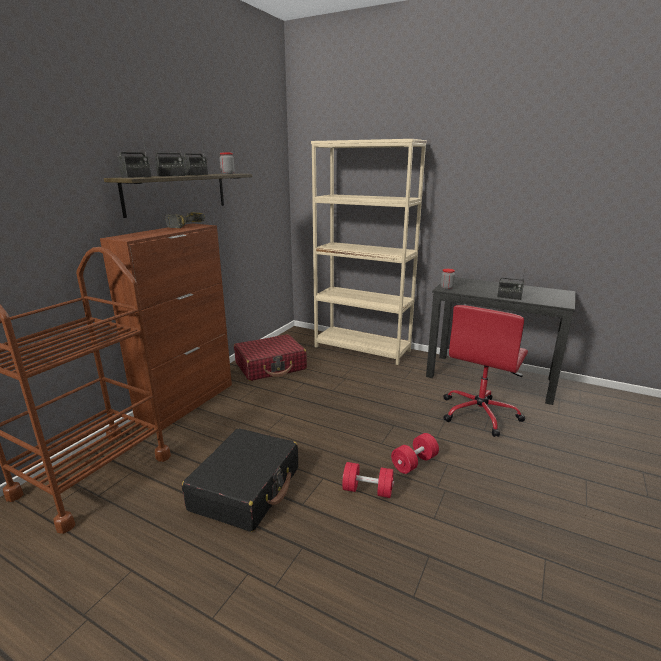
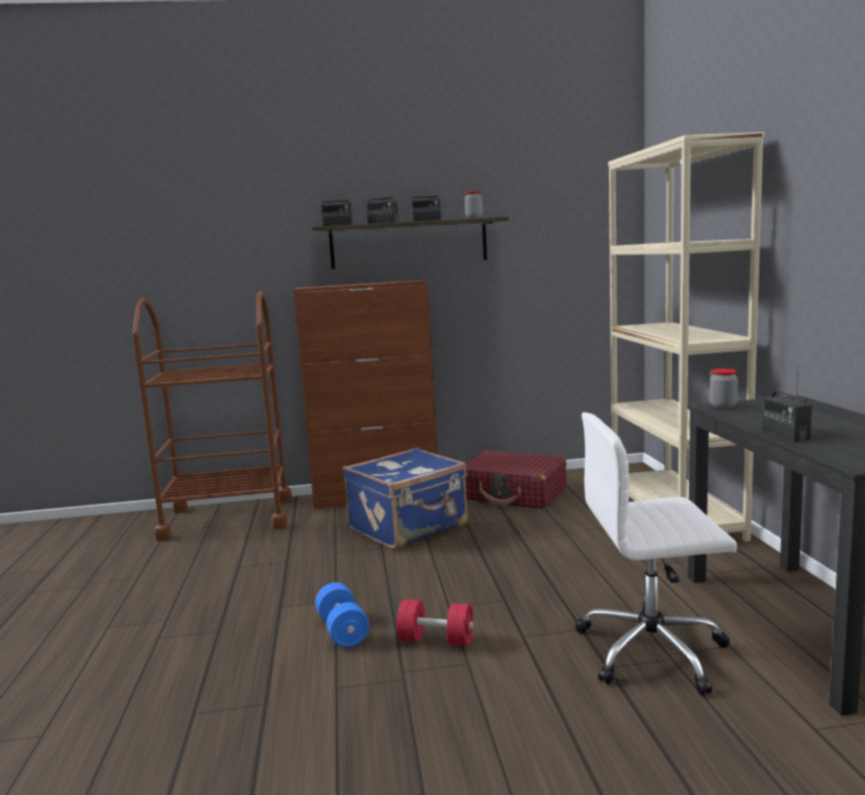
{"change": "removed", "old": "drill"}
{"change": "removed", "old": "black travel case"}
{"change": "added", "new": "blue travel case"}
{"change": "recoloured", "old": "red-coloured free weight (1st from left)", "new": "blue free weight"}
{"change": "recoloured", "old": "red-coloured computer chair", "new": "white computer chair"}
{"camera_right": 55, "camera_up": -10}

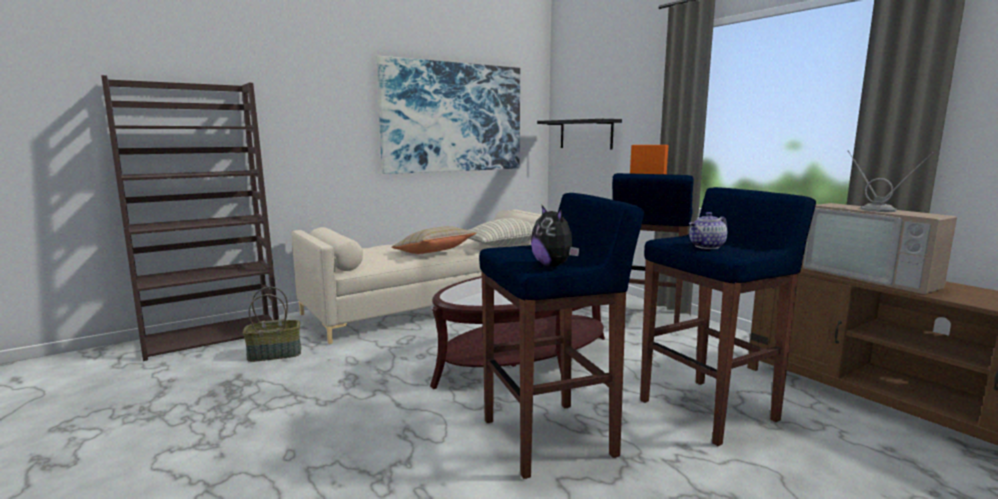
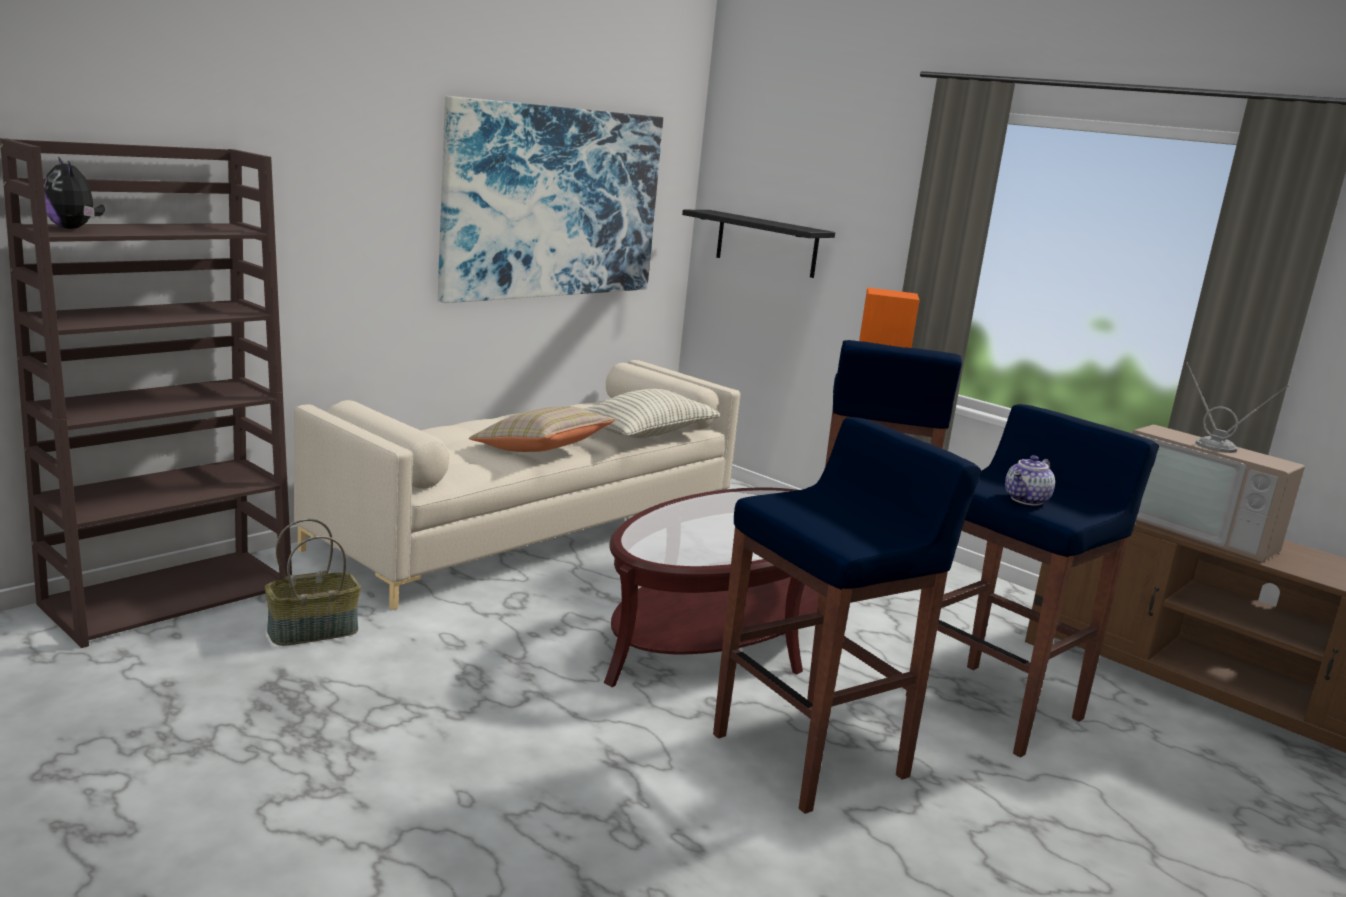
{"change": "moved", "old": "plush toy"}
{"camera_right": -15, "camera_up": 5}

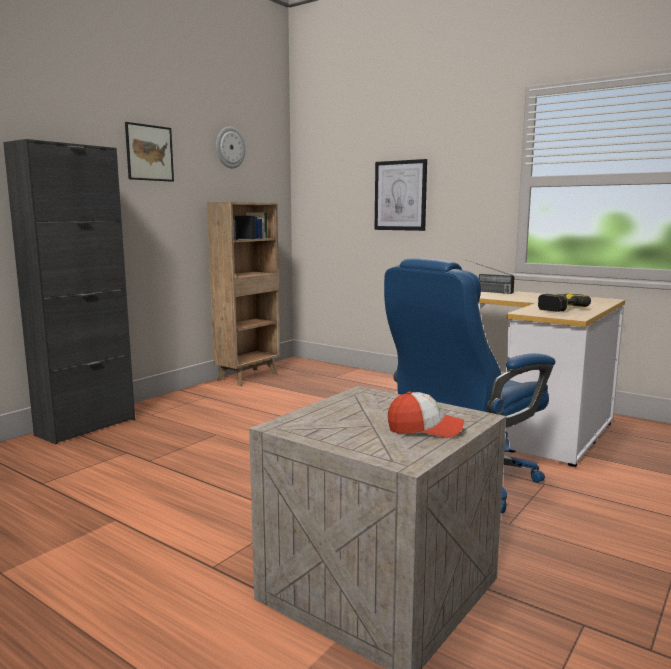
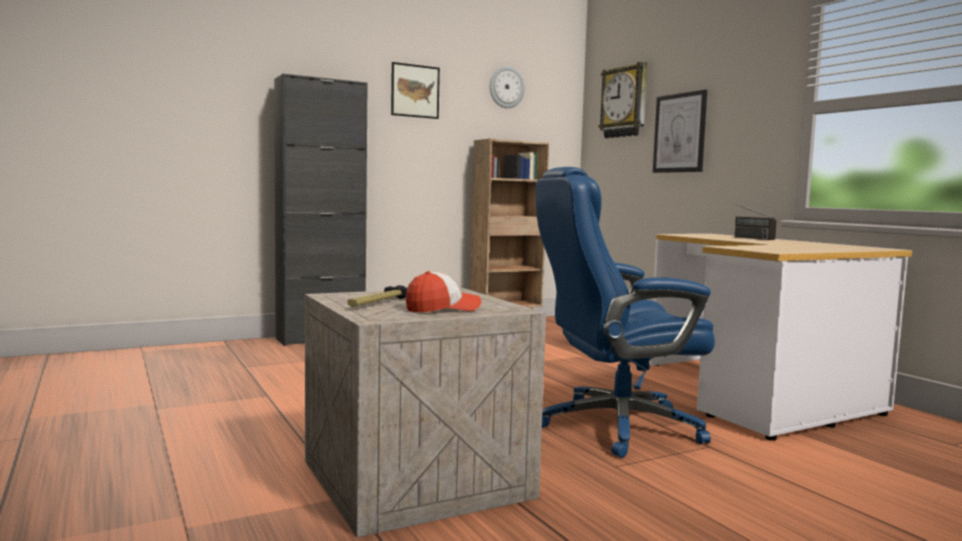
{"change": "removed", "old": "drill"}
{"change": "added", "new": "hand hammer"}
{"change": "added", "new": "wall clock (2nd from left)"}
{"change": "turned", "old": "cap", "degrees": -60}
{"camera_right": 25, "camera_up": -5}

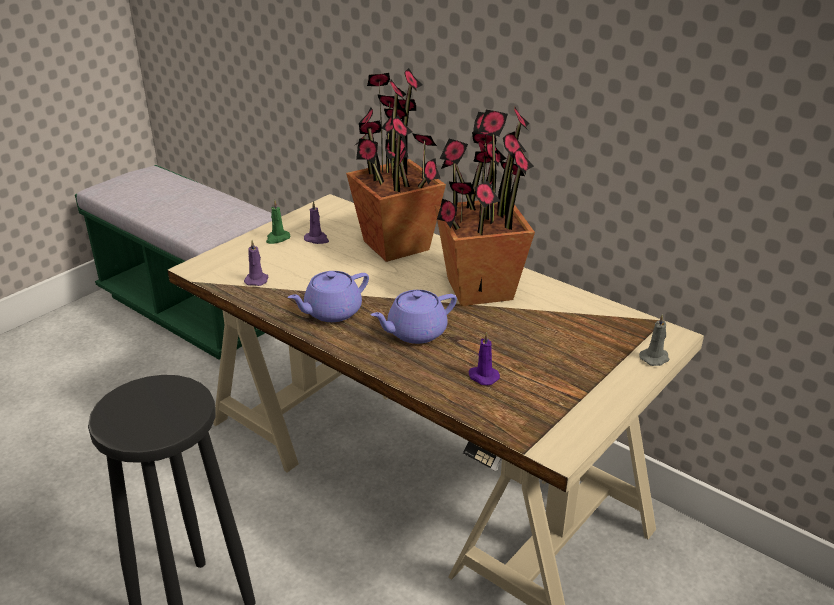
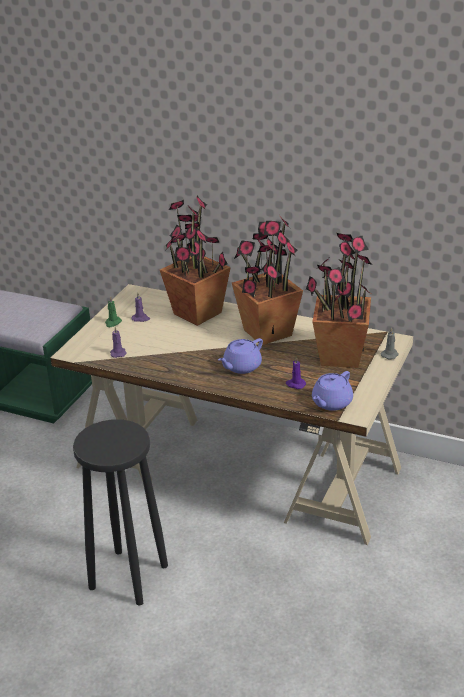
{"change": "added", "new": "houseplant (3rd from left)"}
{"change": "moved", "old": "purple tea pot (1st from left in the first image)", "new": "purple tea pot (2nd from left)"}
{"camera_right": -15, "camera_up": 0}

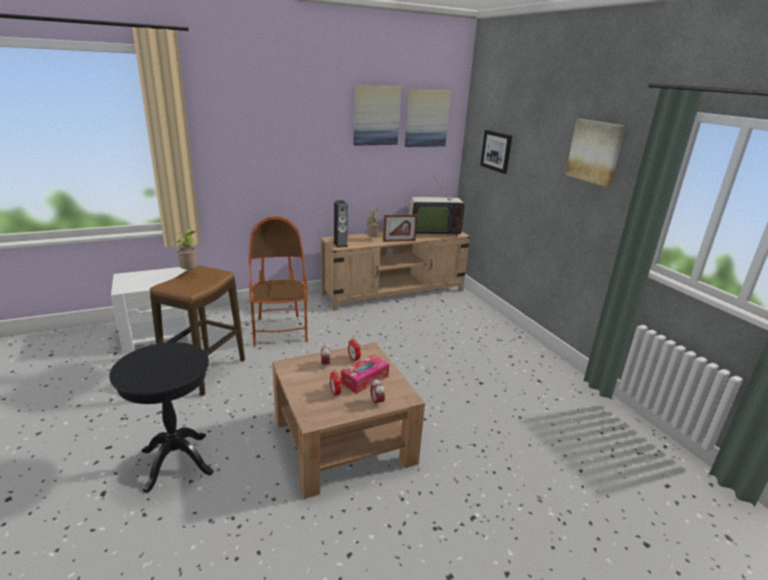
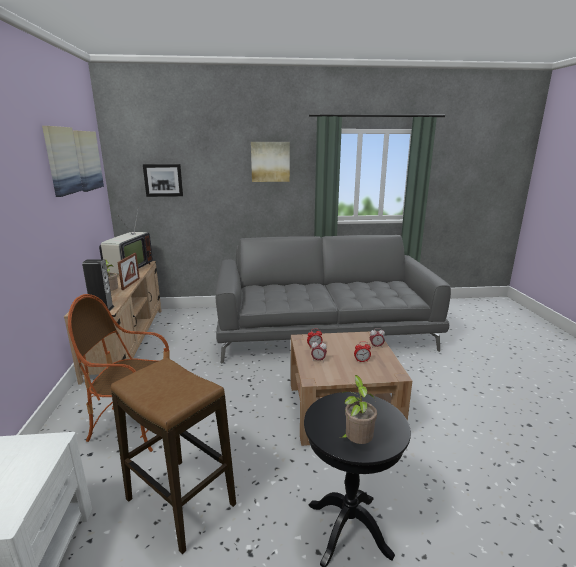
{"change": "removed", "old": "tissue holder"}
{"change": "added", "new": "gray couch"}
{"change": "moved", "old": "houseplant (1st from left in the first image)", "new": "houseplant (2nd from left)"}
{"camera_right": -70, "camera_up": -5}

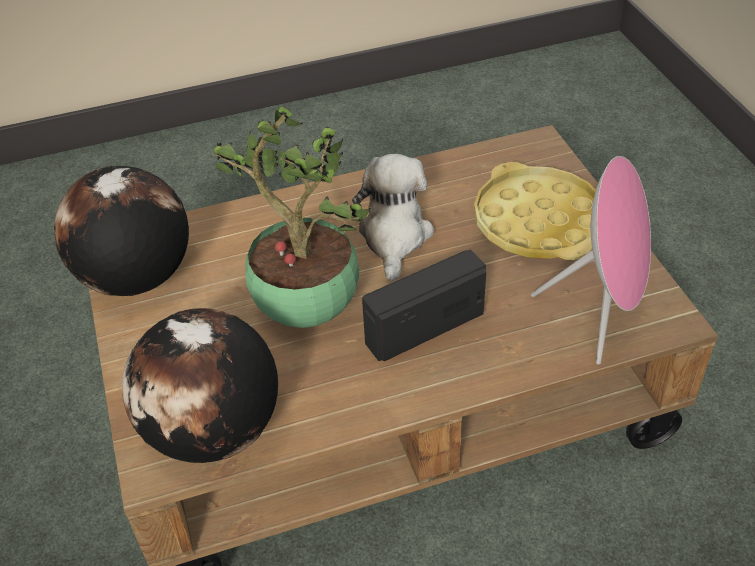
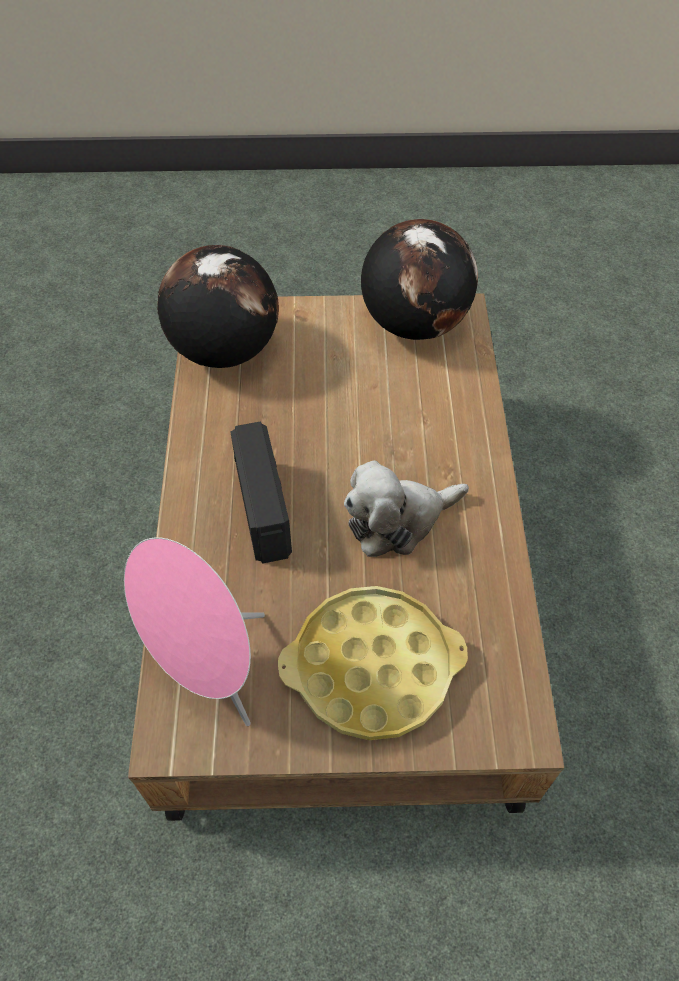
{"change": "removed", "old": "houseplant"}
{"change": "turned", "old": "plush toy", "degrees": 135}
{"camera_right": 105, "camera_up": 10}

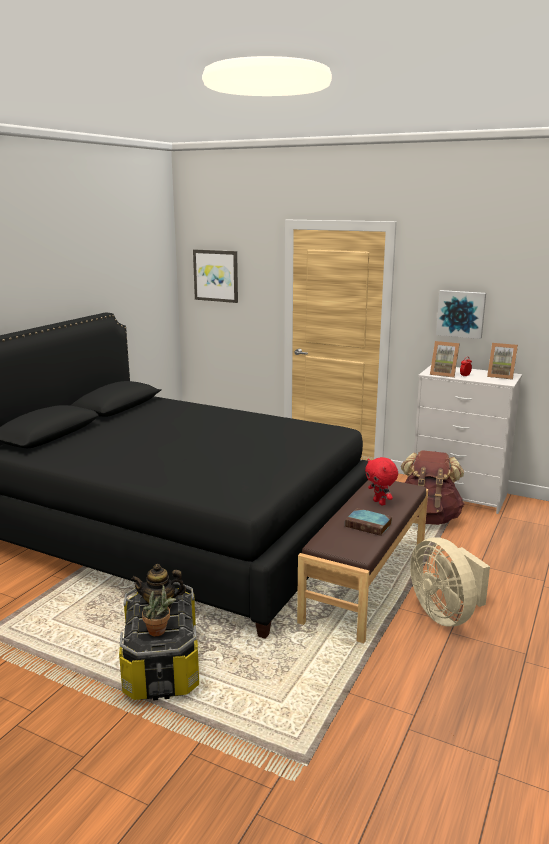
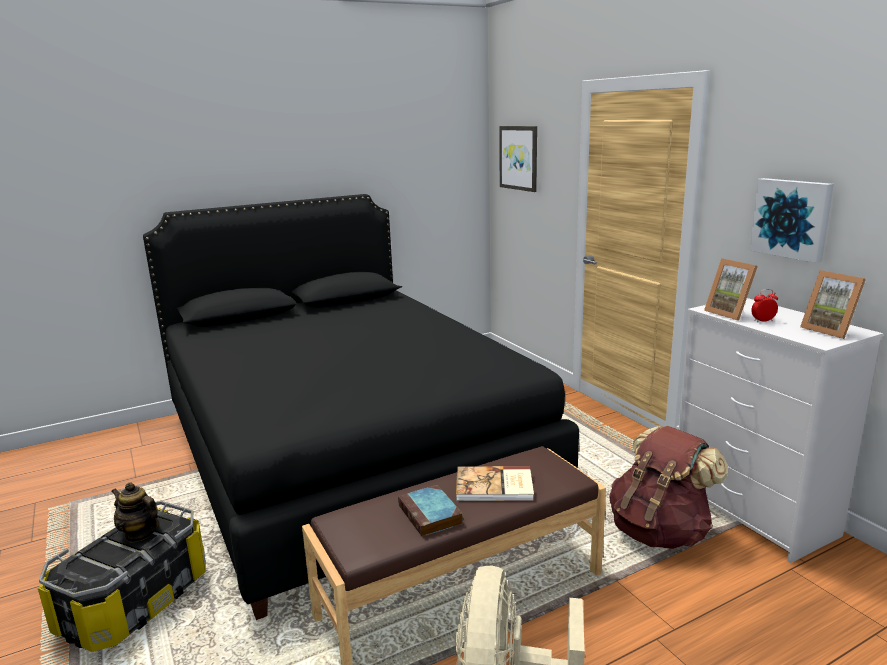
{"change": "removed", "old": "houseplant"}
{"change": "replaced", "old": "red-coloured plush toy", "new": "volume (2nd from left)"}
{"camera_right": 35, "camera_up": 0}

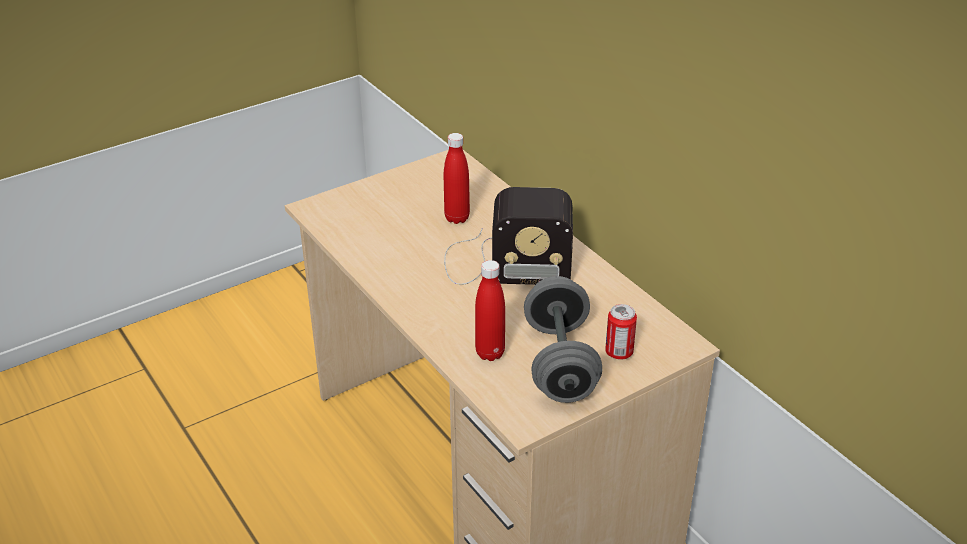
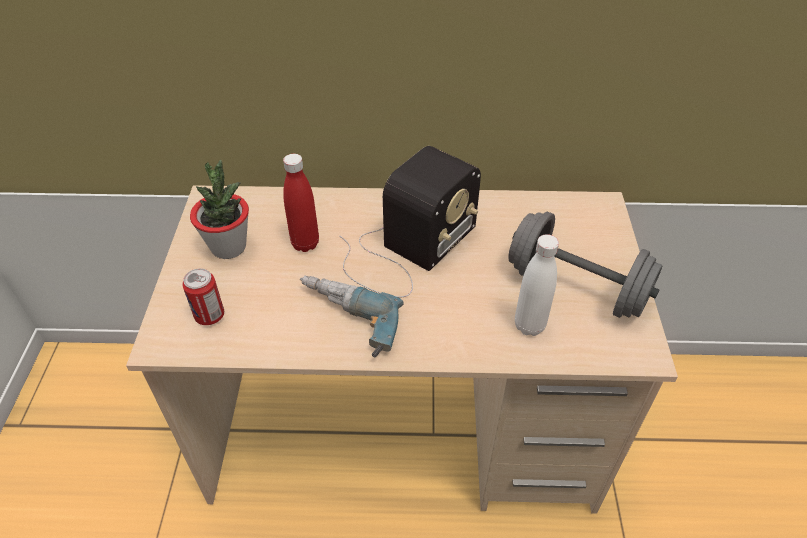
{"change": "added", "new": "houseplant"}
{"change": "added", "new": "drill"}
{"change": "moved", "old": "metal can"}
{"change": "recoloured", "old": "red-coloured drink bottle (2nd from left)", "new": "white drink bottle"}
{"camera_right": -55, "camera_up": 10}

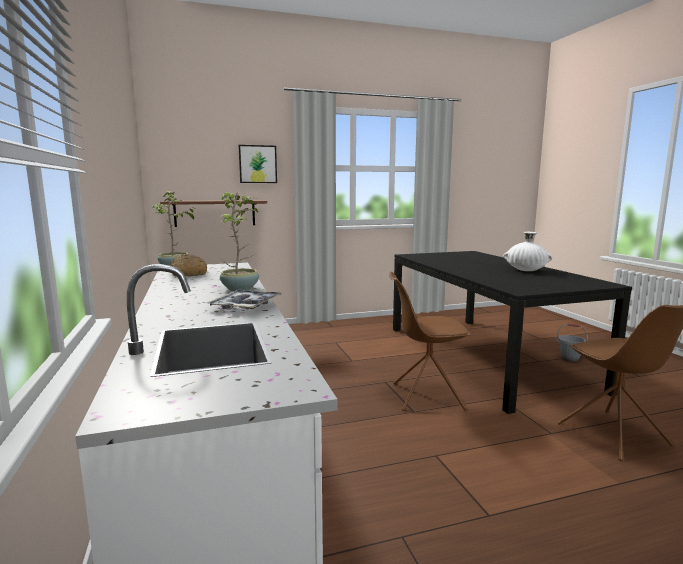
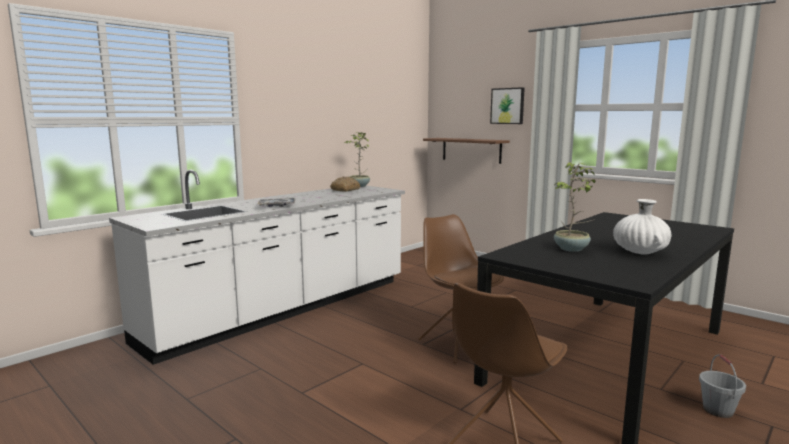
{"change": "moved", "old": "houseplant (2nd from left)"}
{"camera_right": 60, "camera_up": 0}

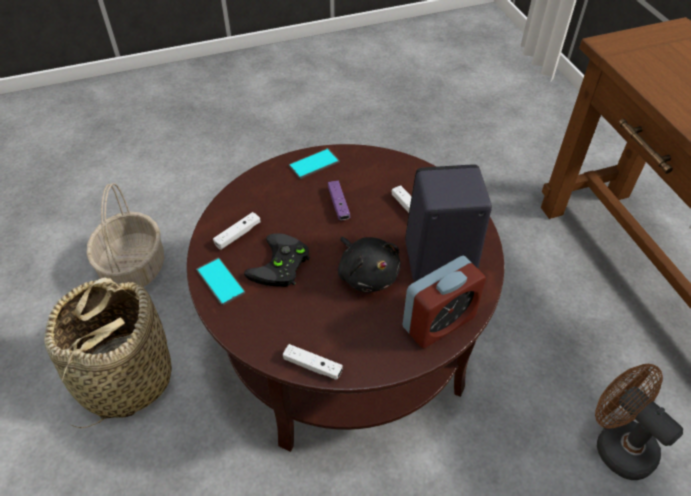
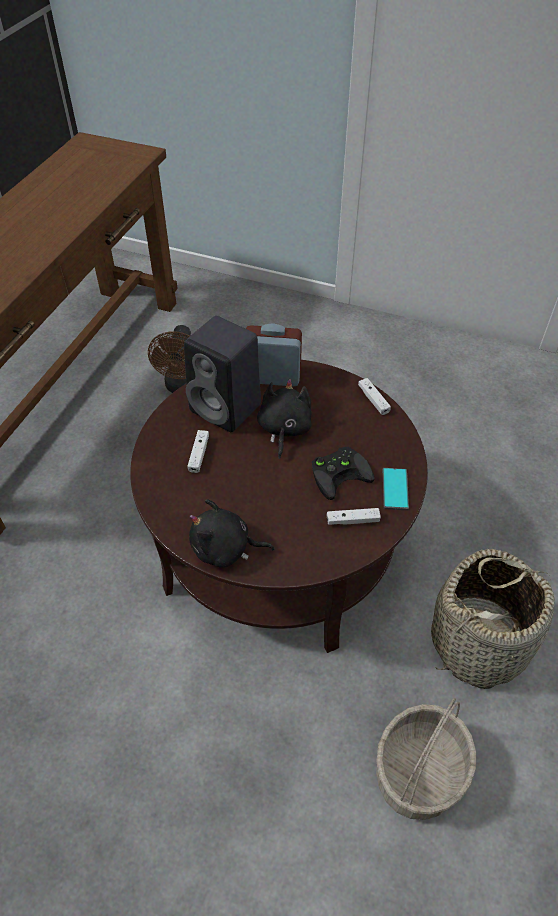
{"change": "removed", "old": "purple game controller"}
{"change": "replaced", "old": "phone (2nd from left)", "new": "black plush toy (1st from left)"}
{"camera_right": -140, "camera_up": 0}

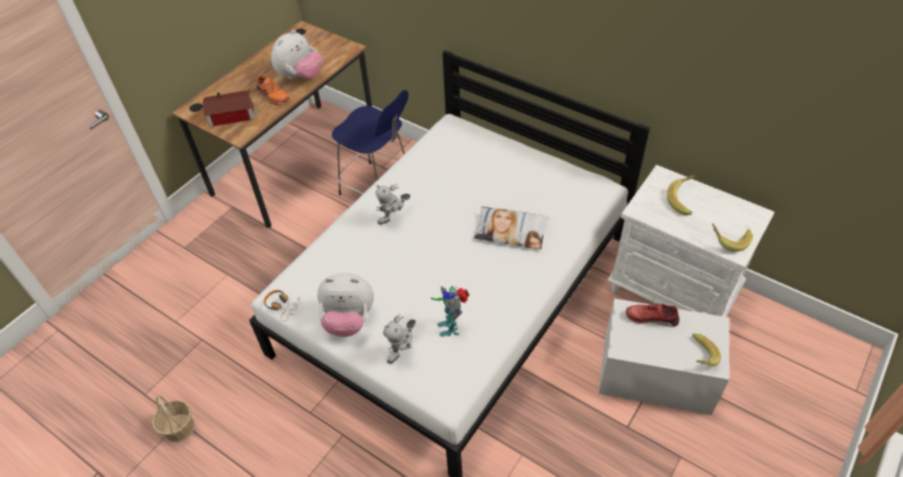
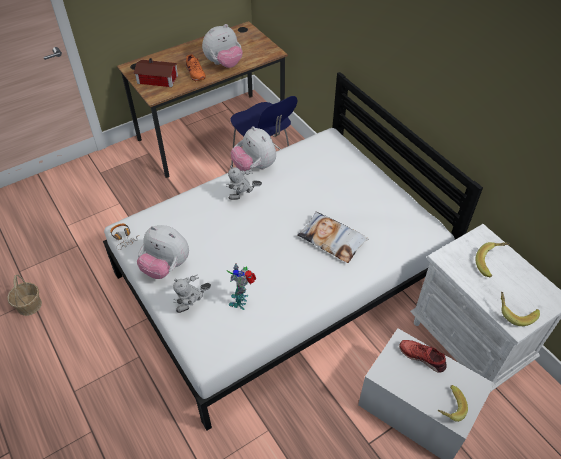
{"change": "added", "new": "plush toy (3rd from left)"}
{"camera_right": 20, "camera_up": 0}

